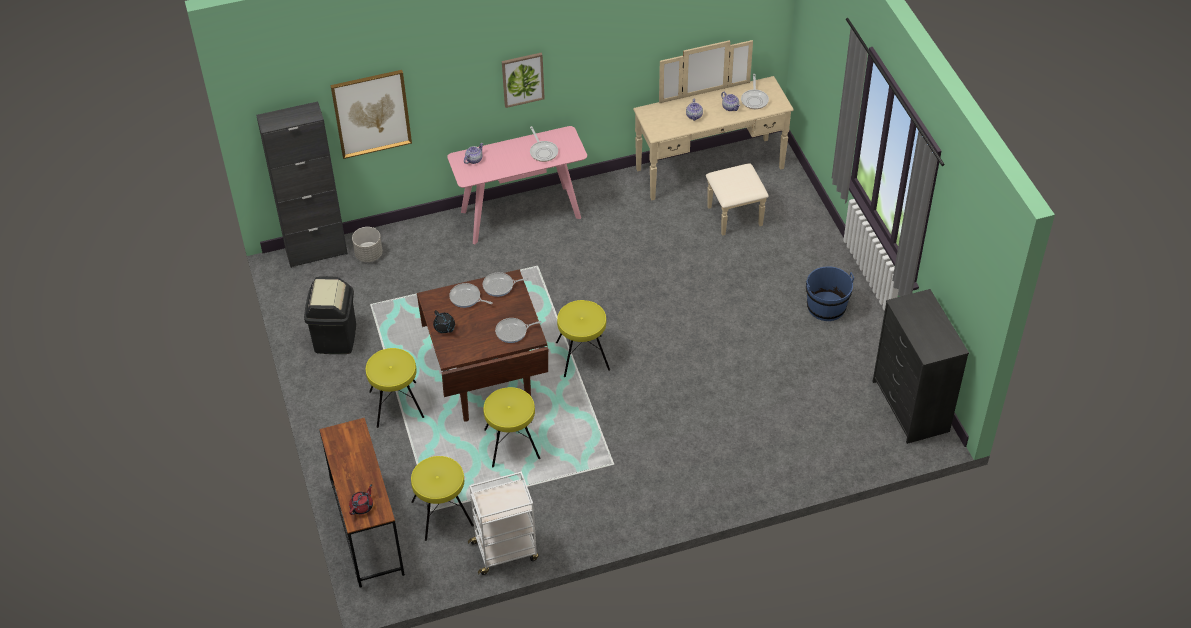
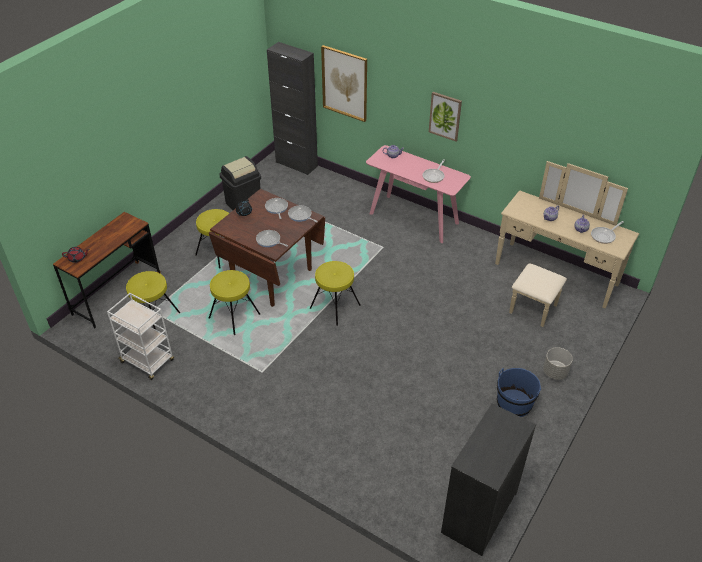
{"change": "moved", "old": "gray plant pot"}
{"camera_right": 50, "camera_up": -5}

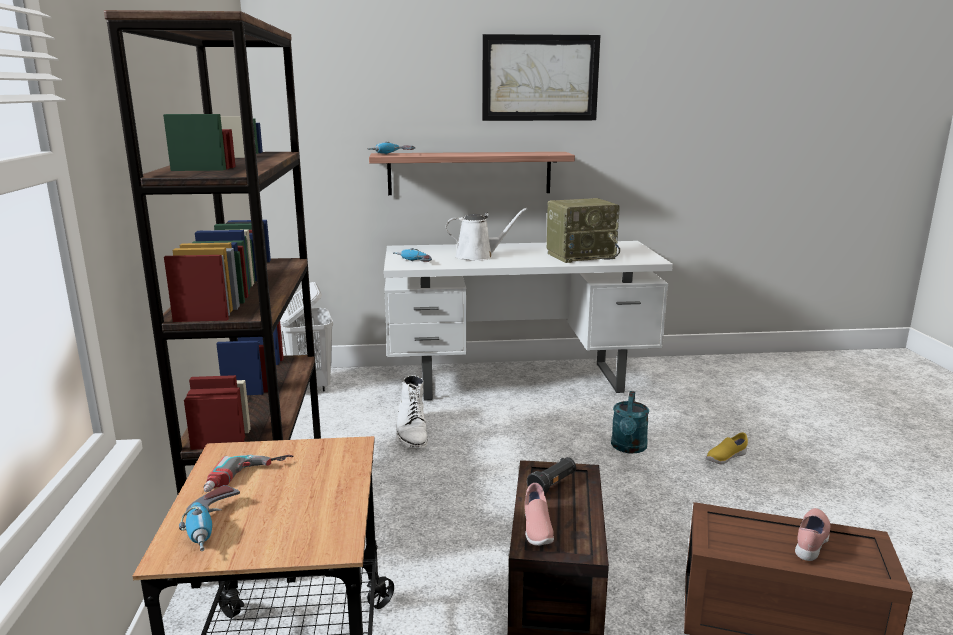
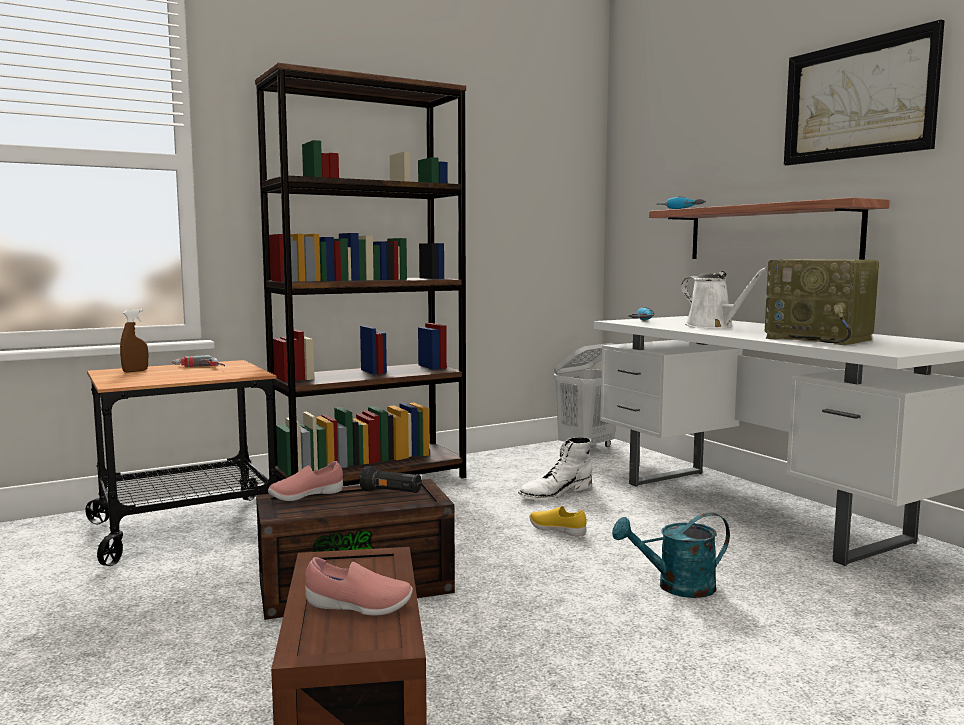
{"change": "moved", "old": "yellow item of footwear"}
{"change": "replaced", "old": "drill (1st from left)", "new": "brown-coloured spray bottle"}
{"camera_right": 65, "camera_up": -10}

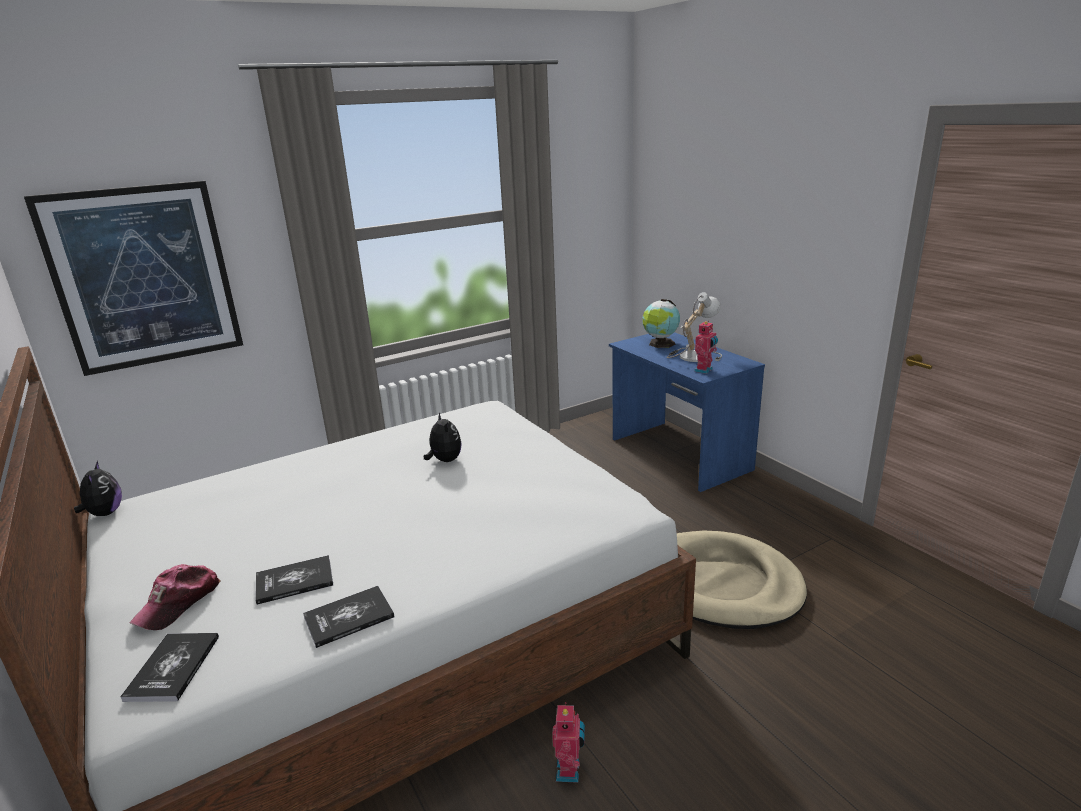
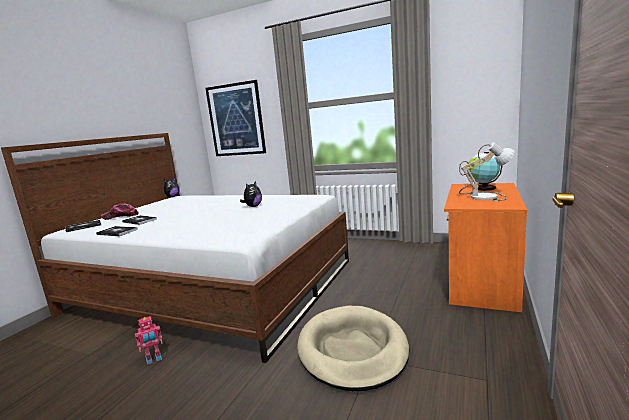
{"change": "removed", "old": "toy robot (2nd from left)"}
{"change": "recoloured", "old": "blue desk", "new": "orange desk"}
{"camera_right": 55, "camera_up": -10}

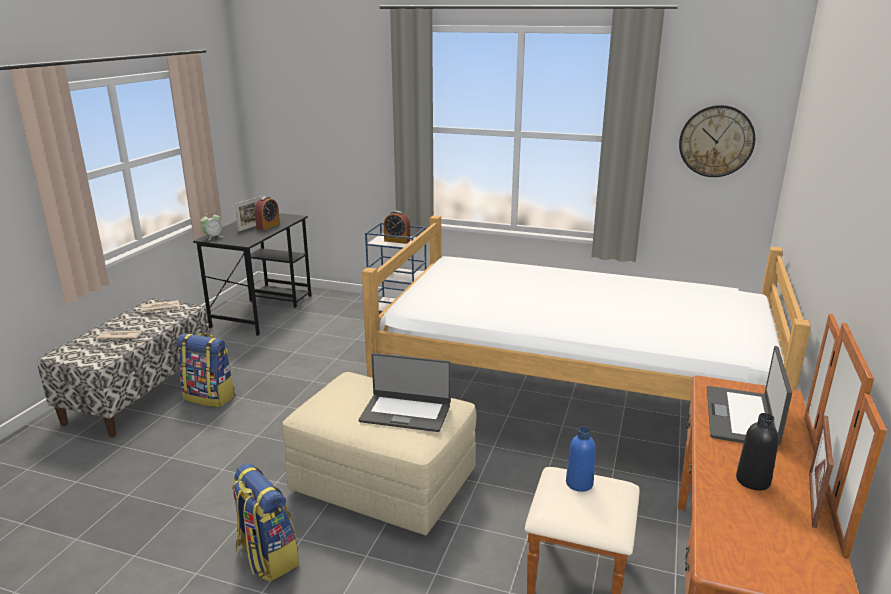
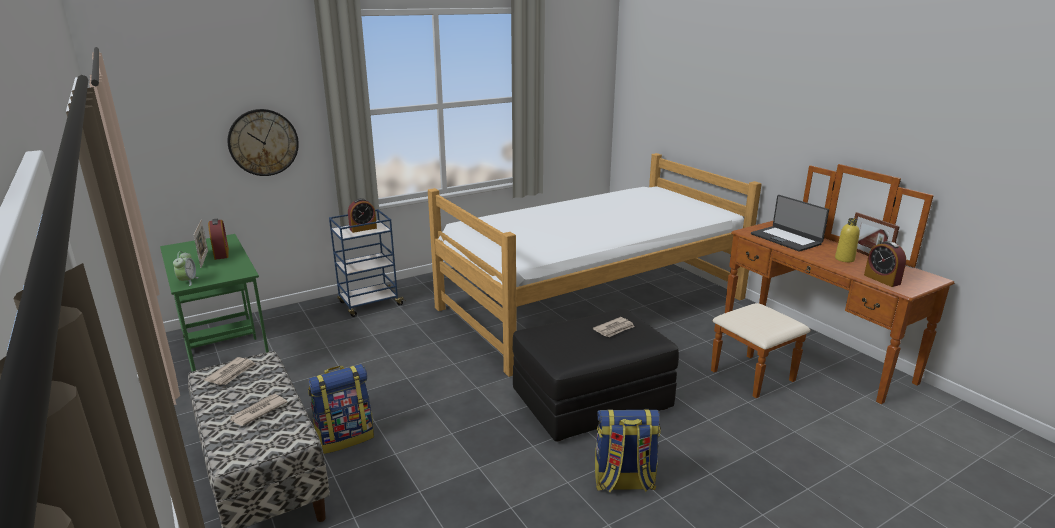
{"change": "removed", "old": "blue drink bottle"}
{"change": "added", "new": "bedside clock (4th from left)"}
{"change": "moved", "old": "wall clock"}
{"change": "replaced", "old": "portable computer (1st from left)", "new": "printed paper (3rd from left)"}
{"change": "recoloured", "old": "black desk", "new": "green desk"}
{"change": "recoloured", "old": "beige pouffe", "new": "black pouffe"}
{"change": "recoloured", "old": "black drink bottle", "new": "yellow drink bottle"}
{"camera_right": -50, "camera_up": 0}

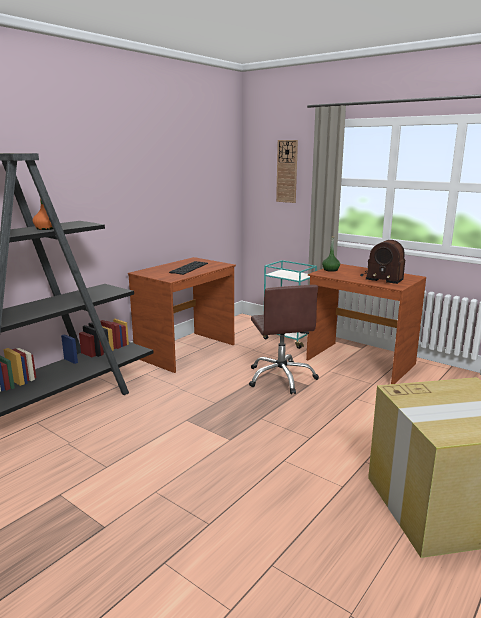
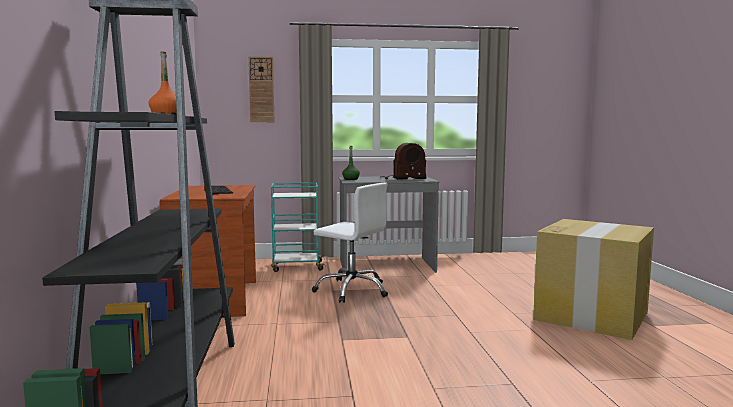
{"change": "recoloured", "old": "brown-coloured computer chair", "new": "white computer chair"}
{"change": "recoloured", "old": "brown-coloured desk (2nd from left)", "new": "gray desk"}
{"camera_right": -45, "camera_up": -10}

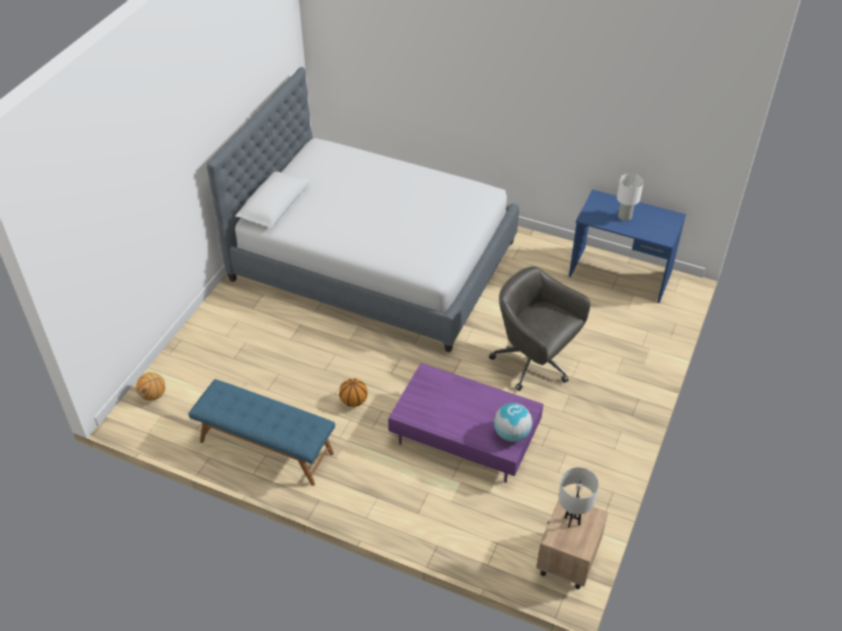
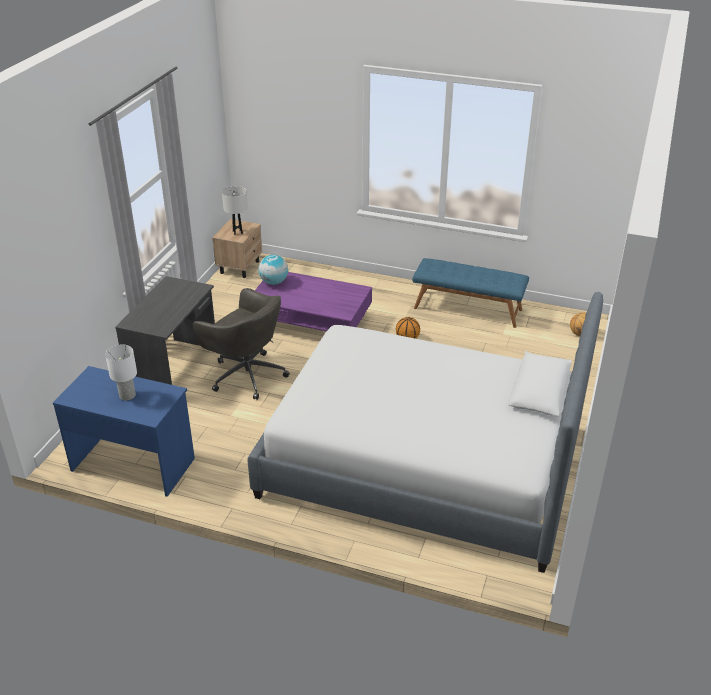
{"change": "added", "new": "gray desk"}
{"camera_right": 175, "camera_up": -10}

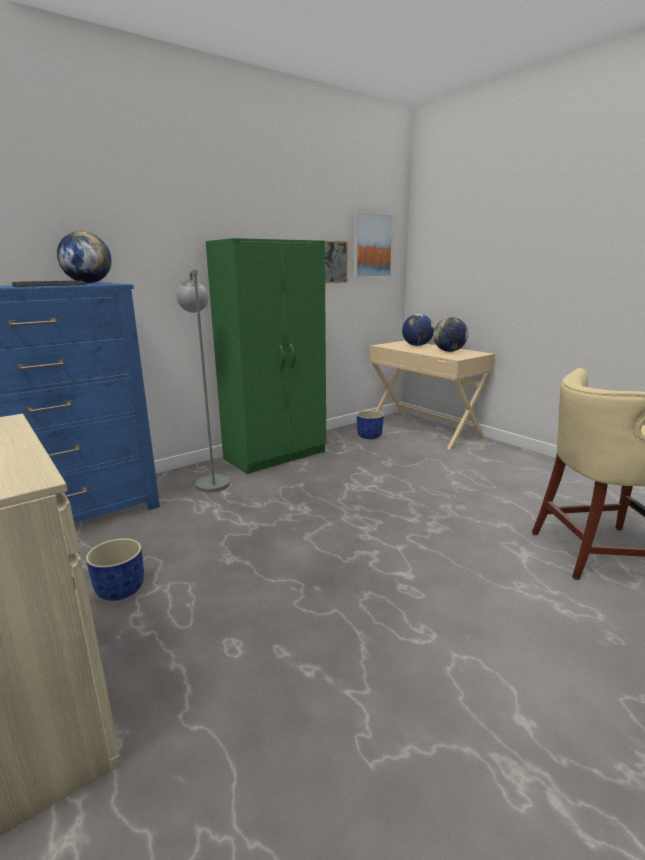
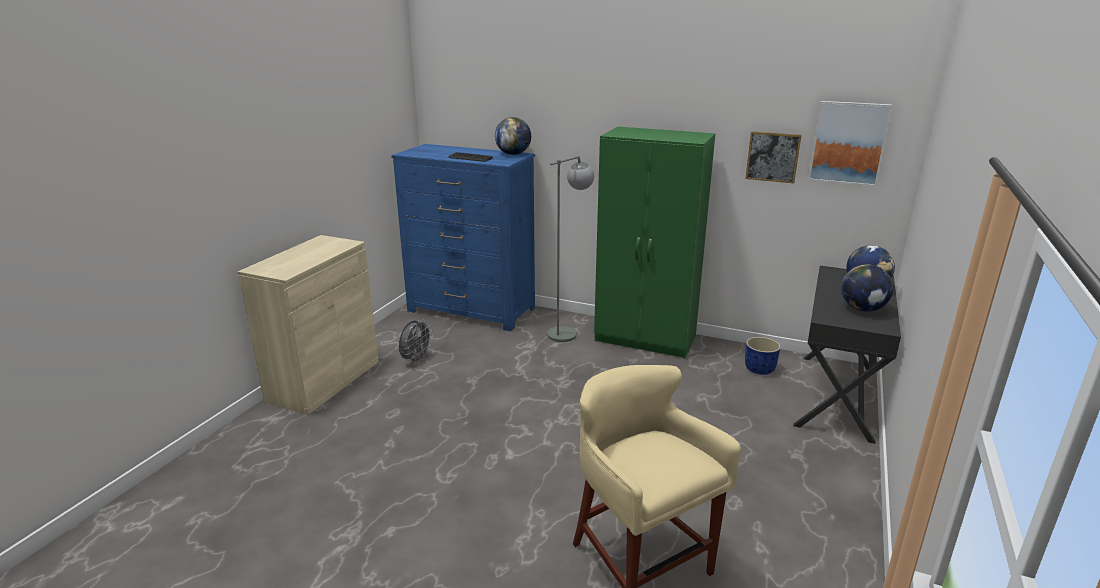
{"change": "replaced", "old": "blue plant pot (1st from left)", "new": "gray electric fan"}
{"change": "recoloured", "old": "beige desk", "new": "black desk"}
{"camera_right": 60, "camera_up": 5}

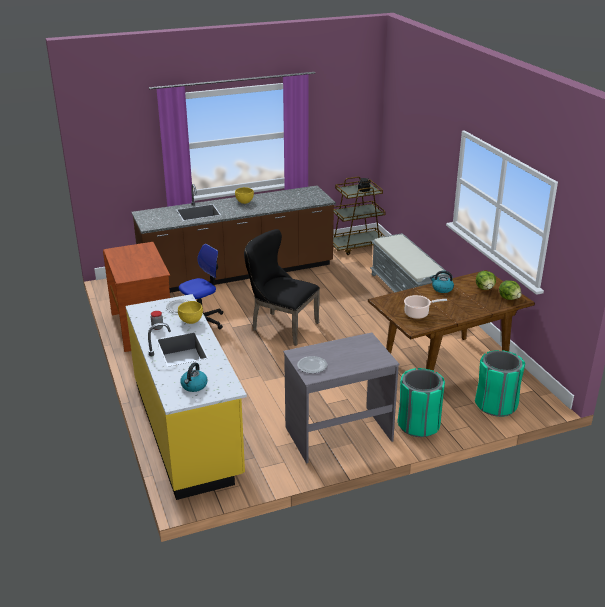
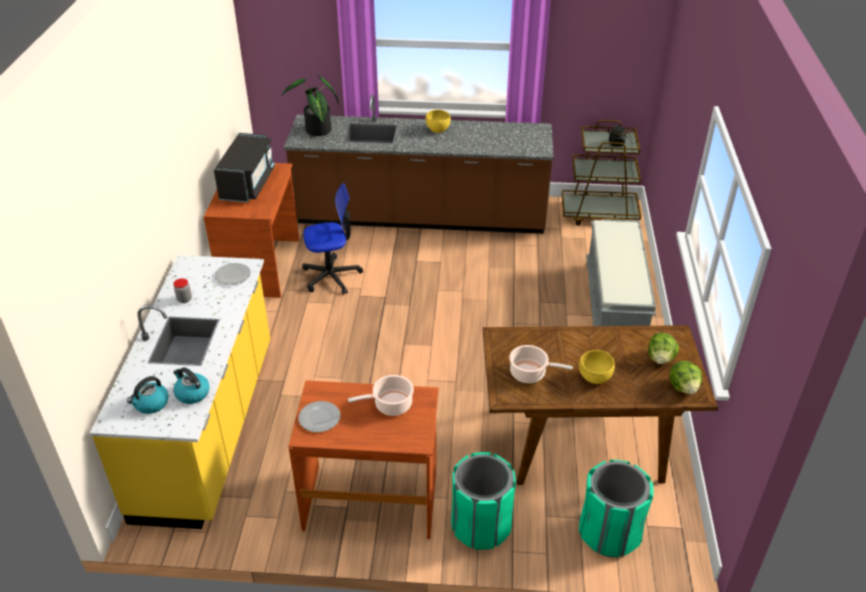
{"change": "removed", "old": "black chair"}
{"change": "added", "new": "black microwave"}
{"change": "added", "new": "houseplant"}
{"change": "added", "new": "stockpot (1st from left)"}
{"change": "moved", "old": "yellow serving bowl (1st from left in the first image)", "new": "yellow serving bowl (2nd from left)"}
{"change": "moved", "old": "tea kettle (2nd from left)"}
{"change": "recoloured", "old": "gray desk", "new": "brown-coloured desk (2nd from left)"}
{"camera_right": 25, "camera_up": 10}

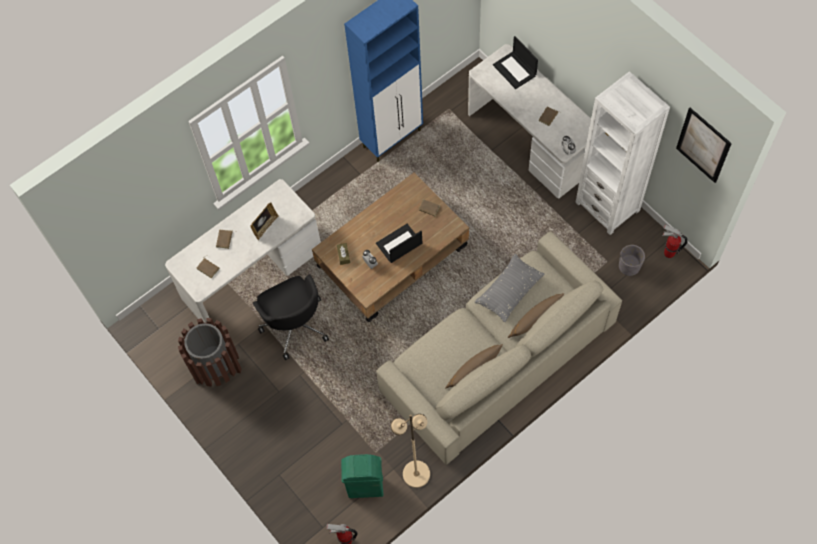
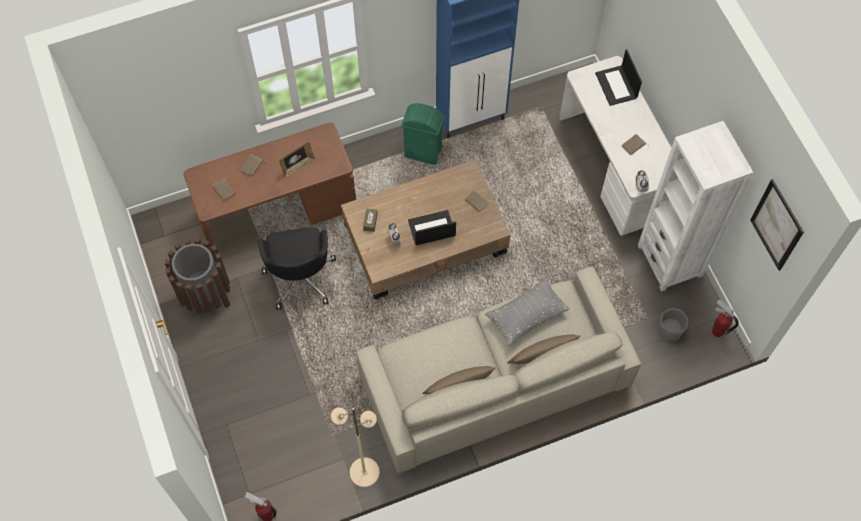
{"change": "moved", "old": "green waste bin"}
{"change": "recoloured", "old": "white desk (1st from left)", "new": "brown-coloured desk"}
{"camera_right": 15, "camera_up": 0}

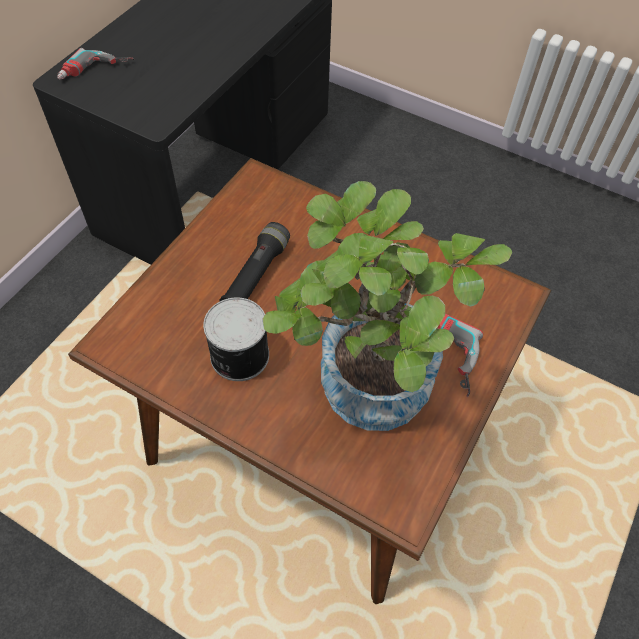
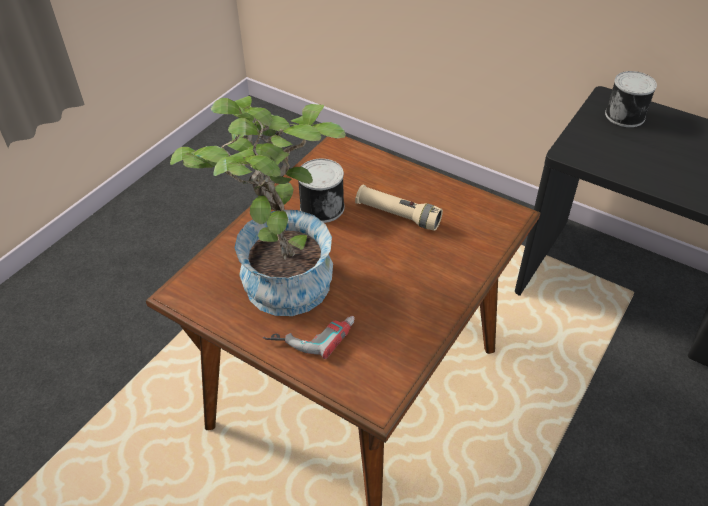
{"change": "replaced", "old": "drill (1st from left)", "new": "metal can (2nd from left)"}
{"change": "recoloured", "old": "black hand torch", "new": "beige hand torch"}
{"camera_right": 95, "camera_up": -10}

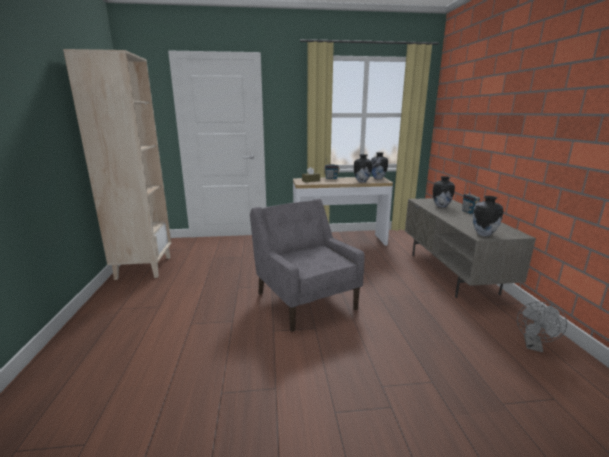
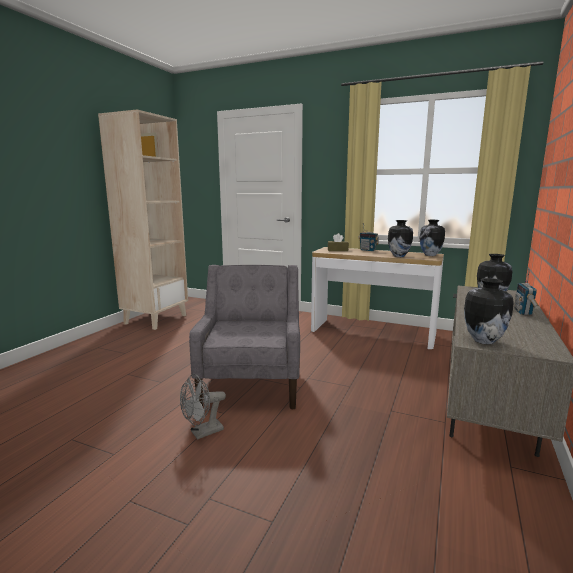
{"change": "moved", "old": "gray electric fan"}
{"camera_right": 30, "camera_up": -5}

